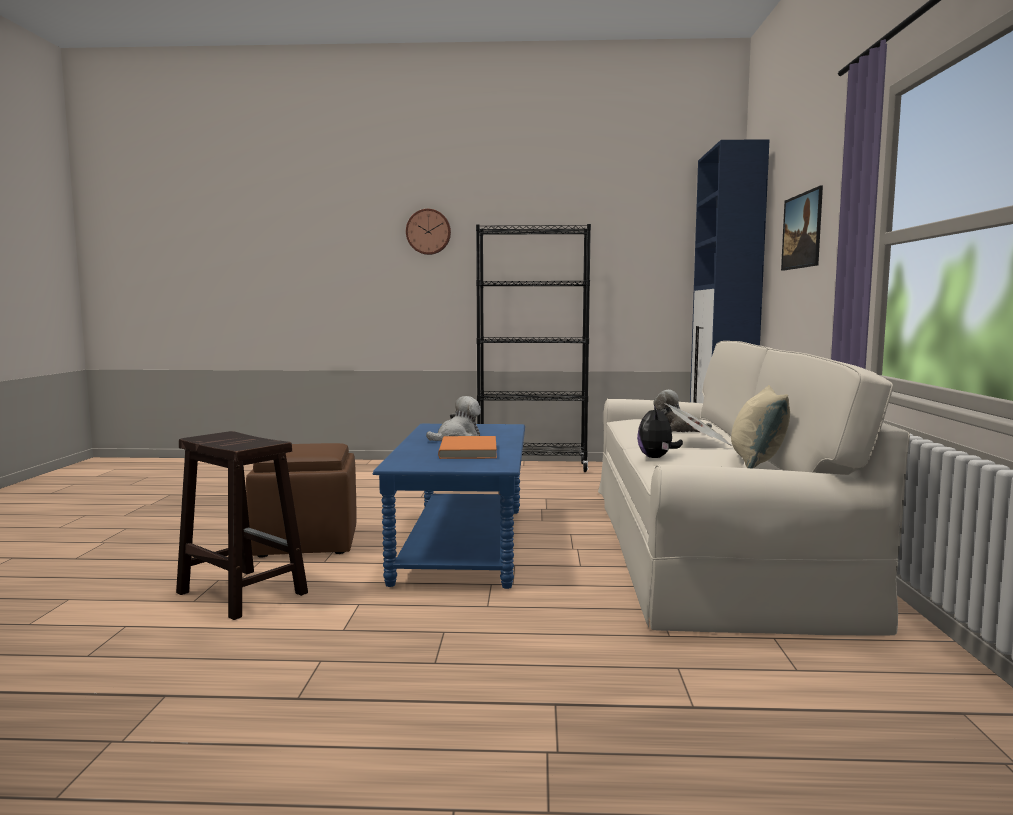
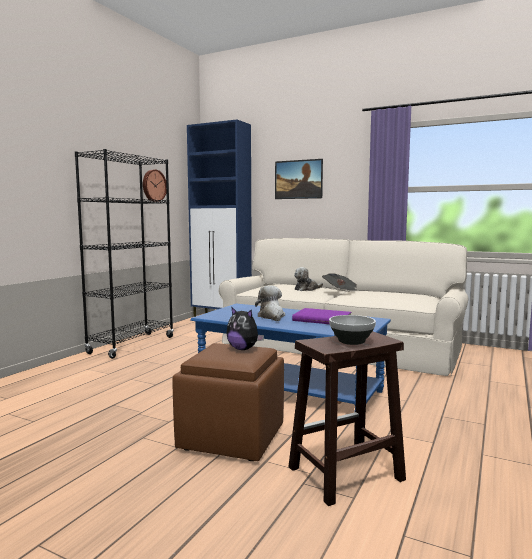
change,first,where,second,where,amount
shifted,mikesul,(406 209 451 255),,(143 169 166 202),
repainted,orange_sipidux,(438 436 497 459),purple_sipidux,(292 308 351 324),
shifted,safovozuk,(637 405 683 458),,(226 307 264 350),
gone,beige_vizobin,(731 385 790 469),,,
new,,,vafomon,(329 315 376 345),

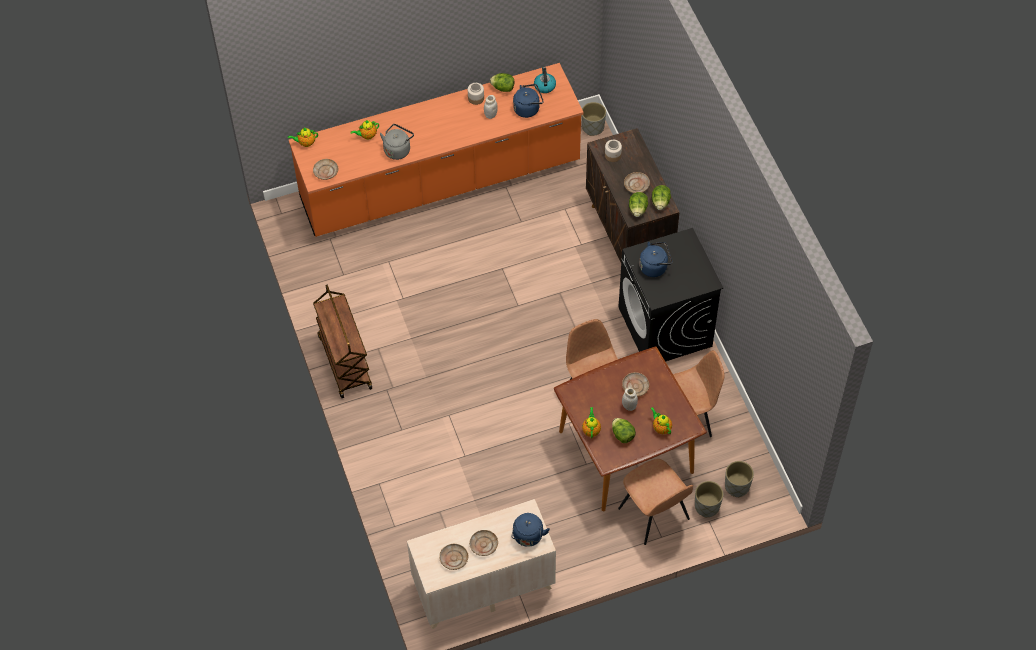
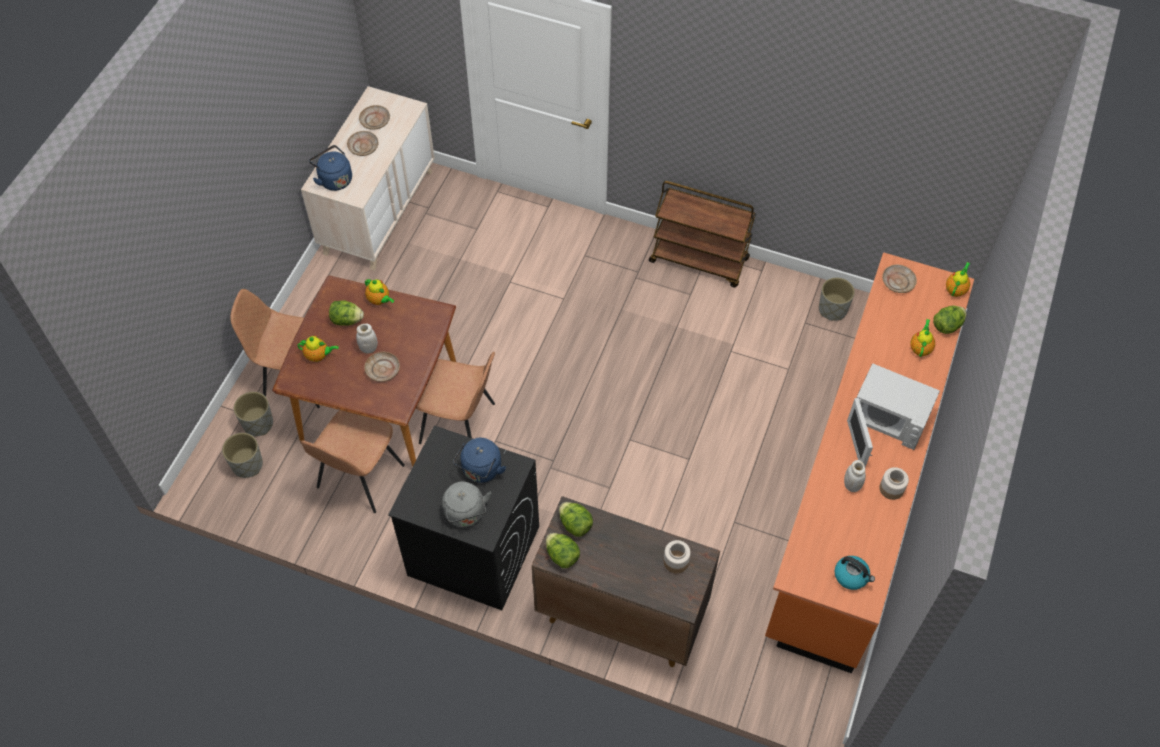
change,first,where,second,where,amount
shifted,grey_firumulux,(380 124 414 160),,(442 482 491 527),
shifted,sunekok,(490 73 514 92),,(933 306 967 334),
gone,blue_firumulux,(513 84 544 118),,,
shifted,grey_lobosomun,(581 102 606 136),,(819 278 855 321),
gone,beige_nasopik,(624 172 650 193),,,
new,,,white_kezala,(847 363 940 467),

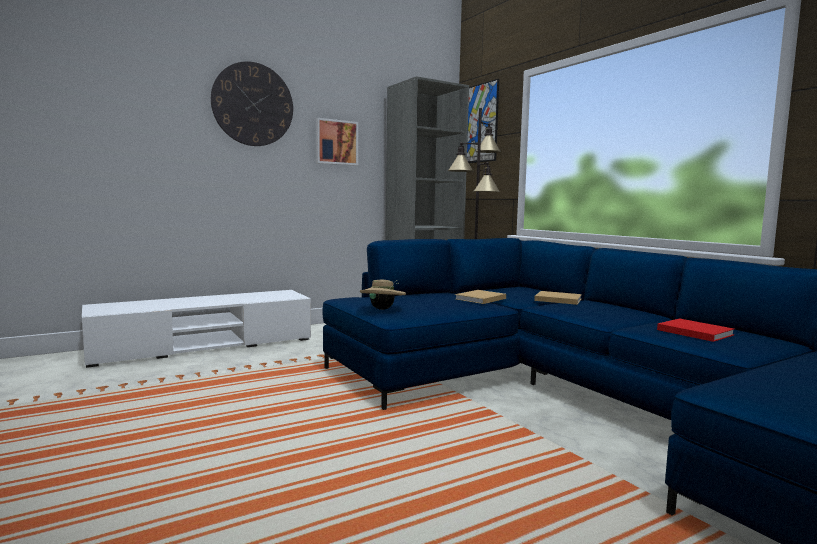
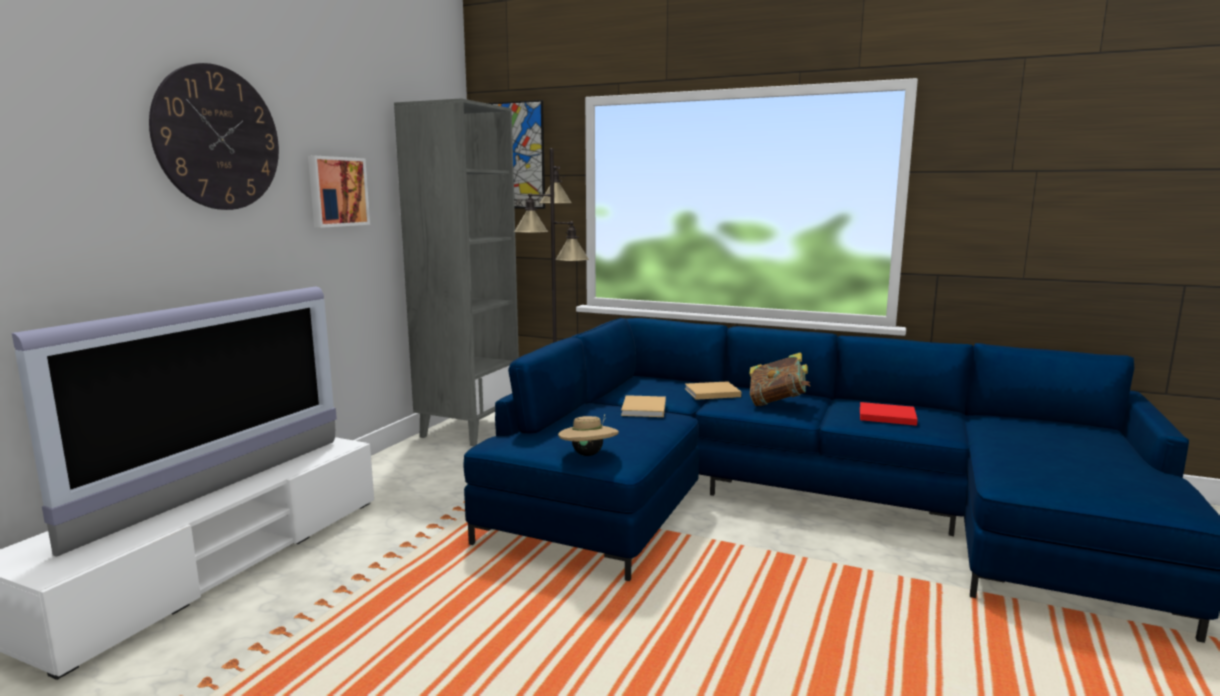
change,first,where,second,where,amount
new,,,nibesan,(12 286 337 557),
new,,,sipidux,(749 352 810 406),

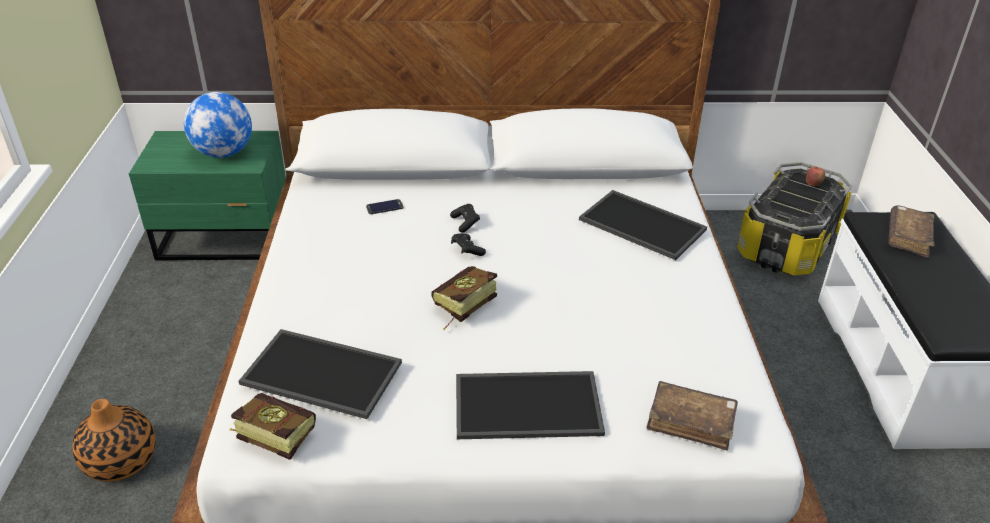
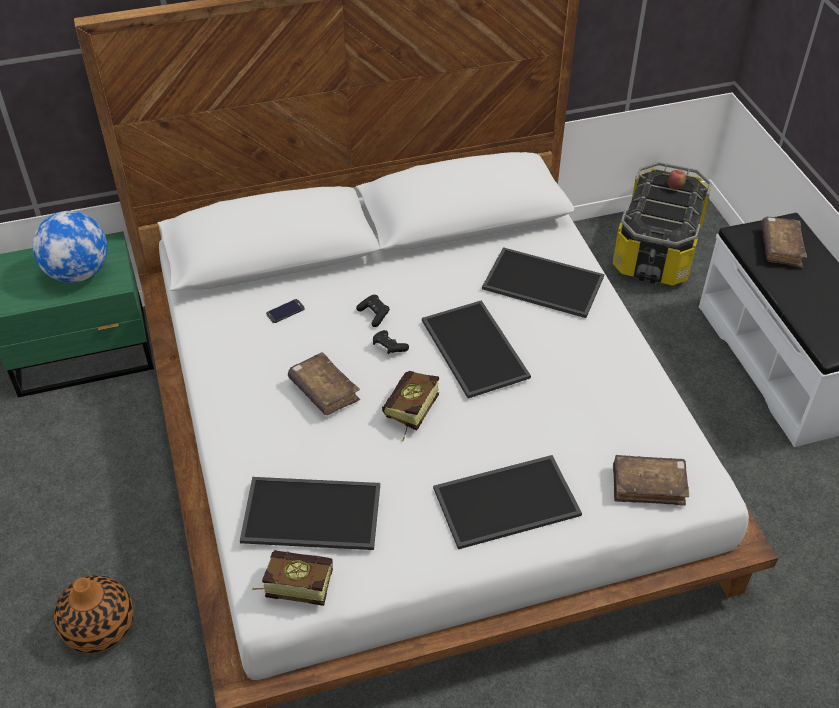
change,first,where,second,where,amount
new,,,brown_sipidux,(288 352 360 415),
new,,,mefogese,(422 300 531 398),

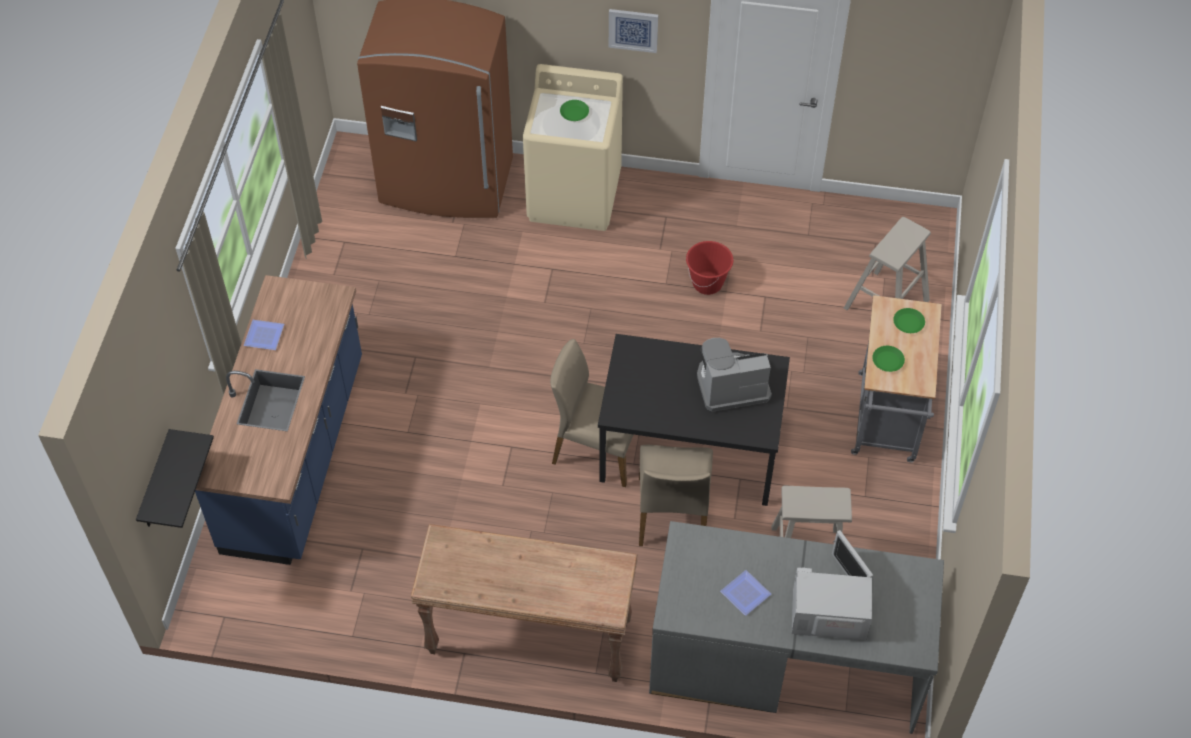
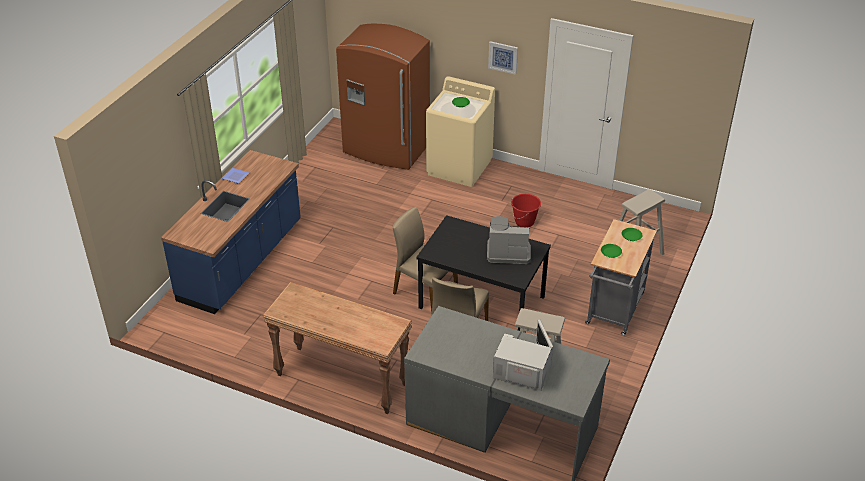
change,first,where,second,where,amount
gone,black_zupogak,(136 429 214 528),,,
gone,nasopik,(720 570 771 616),,,

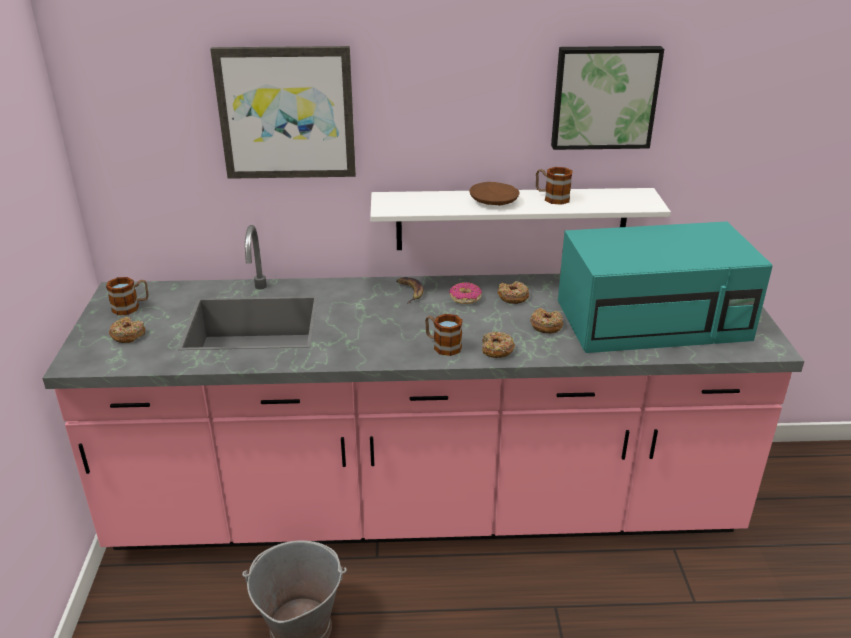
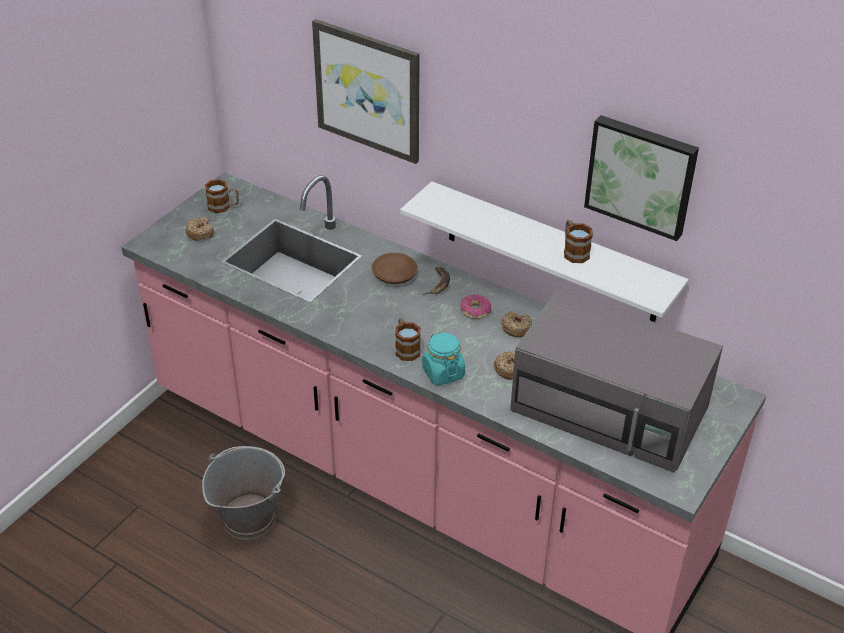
change,first,where,second,where,amount
shifted,brown_nasopik,(470 182 519 206),,(372 253 418 284),
swapped,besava,(482 332 515 358),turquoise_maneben,(422 332 465 385),
repainted,turquoise_kezala,(558 221 772 353),grey_kezala,(510 290 723 473),

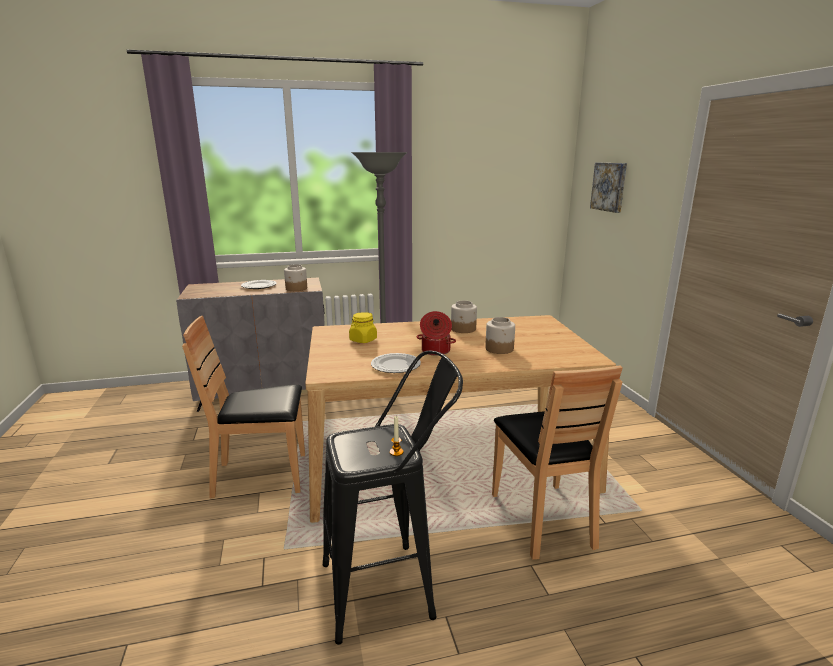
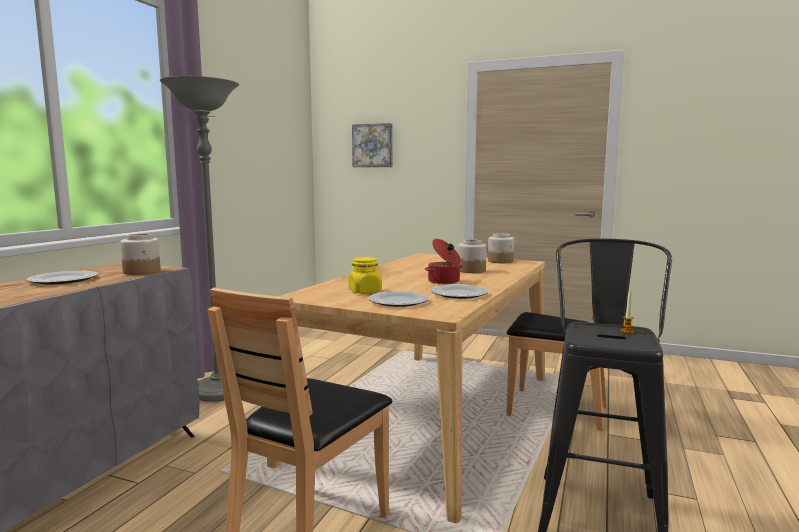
change,first,where,second,where,amount
shifted,maneben,(451 301 477 333),,(488 233 514 263),
new,,,nasopik,(368 291 429 307),

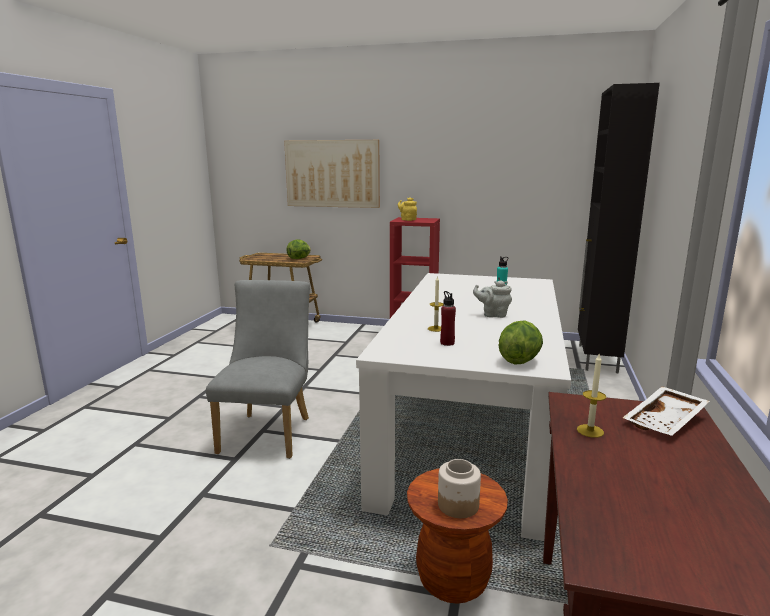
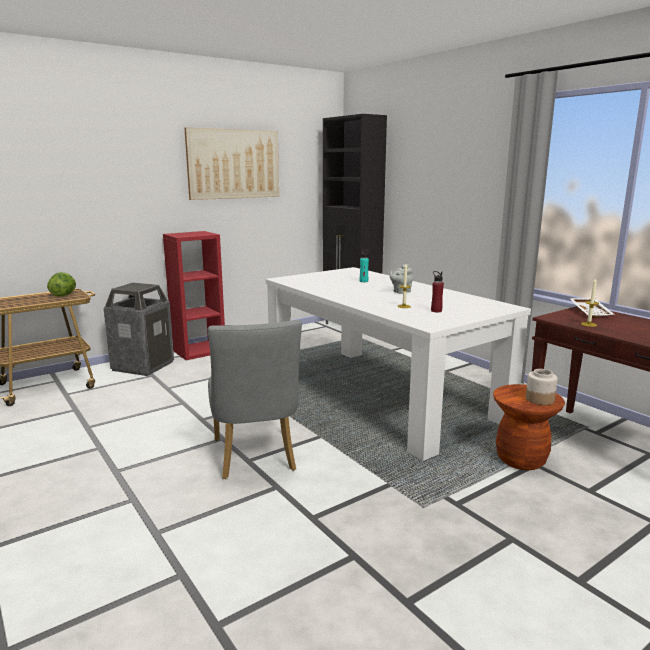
change,first,where,second,where,amount
rotated,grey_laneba,(206 280 310 459),,(207 320 302 479),150 degrees counterclockwise
shifted,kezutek,(284 140 380 208),,(184 127 279 200),
gone,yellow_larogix,(398 197 417 221),,,
gone,sunekok,(498 320 543 365),,,
new,,,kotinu,(104 283 174 376),

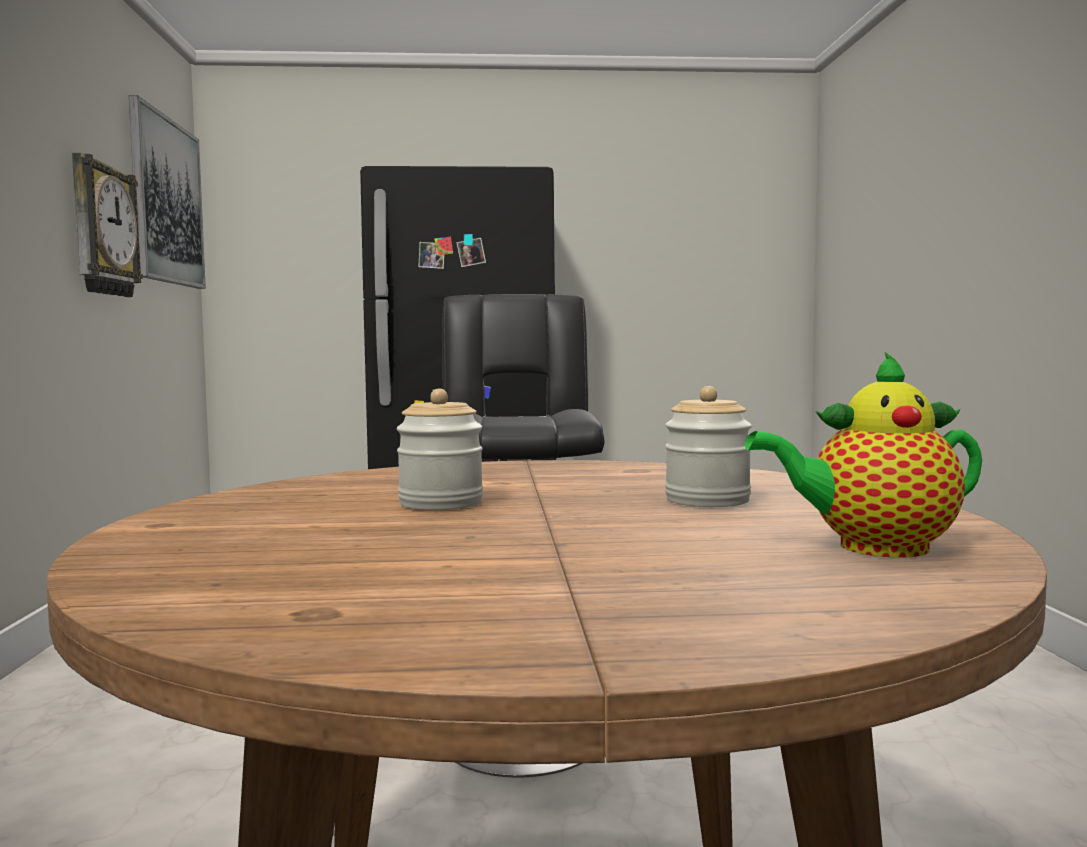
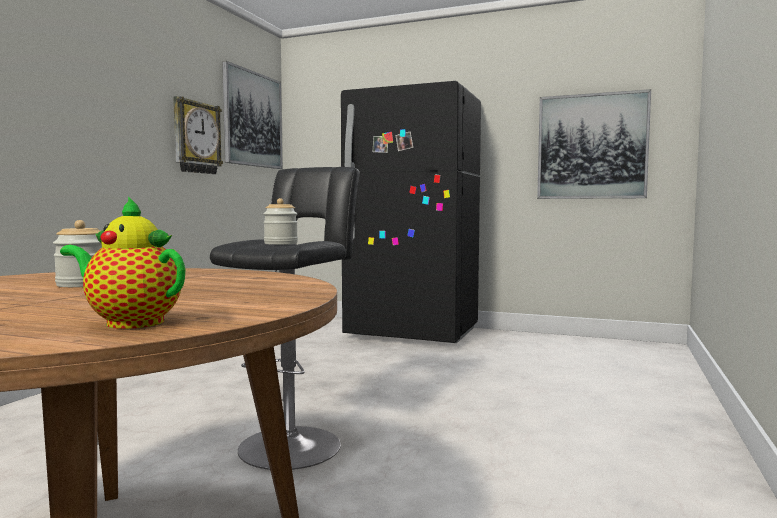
change,first,where,second,where,amount
shifted,maneben,(665 386 752 507),,(263 198 298 245),
new,,,kezutek,(537 89 651 199),

